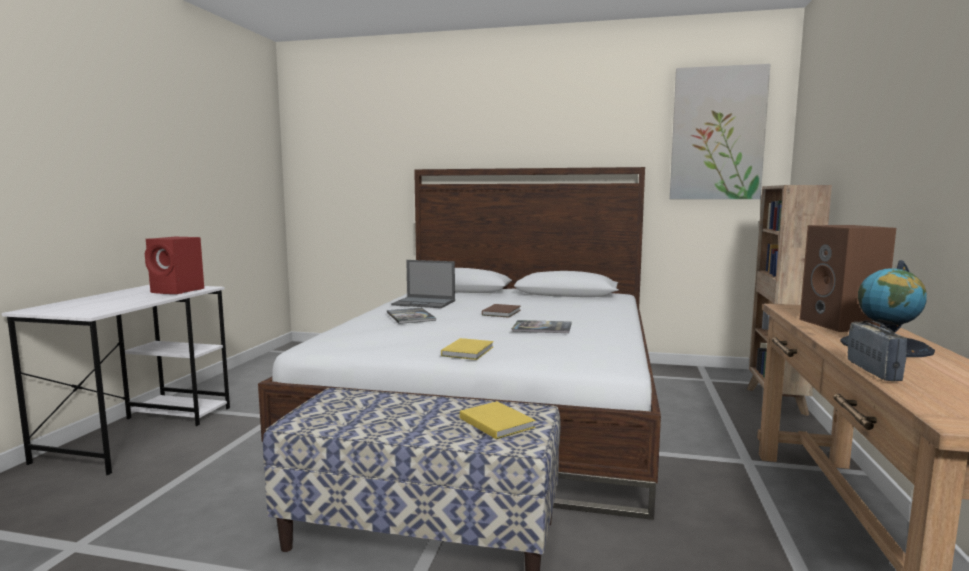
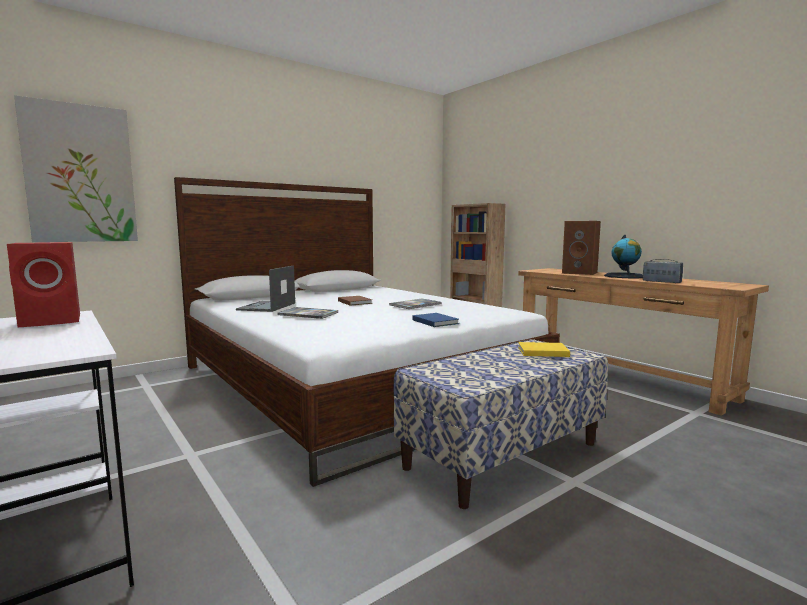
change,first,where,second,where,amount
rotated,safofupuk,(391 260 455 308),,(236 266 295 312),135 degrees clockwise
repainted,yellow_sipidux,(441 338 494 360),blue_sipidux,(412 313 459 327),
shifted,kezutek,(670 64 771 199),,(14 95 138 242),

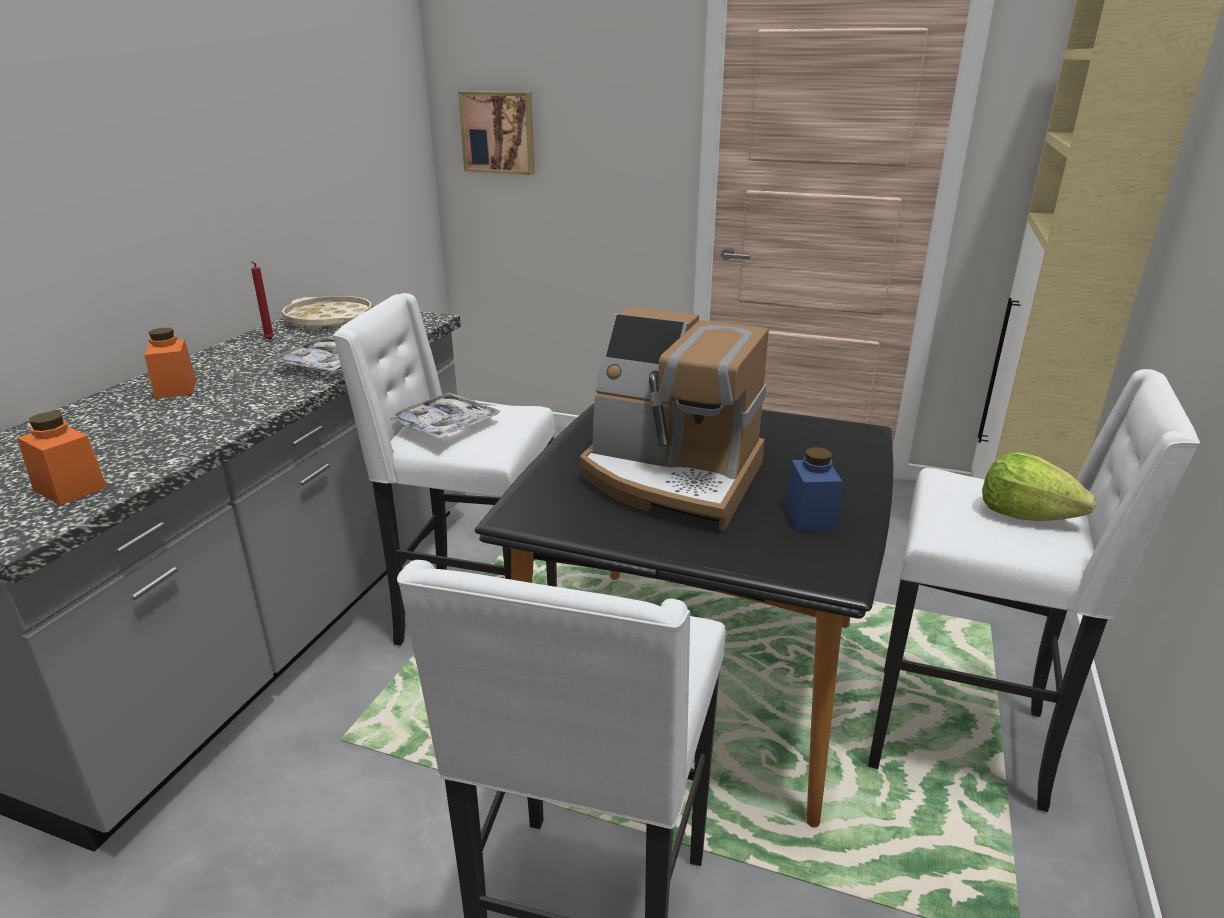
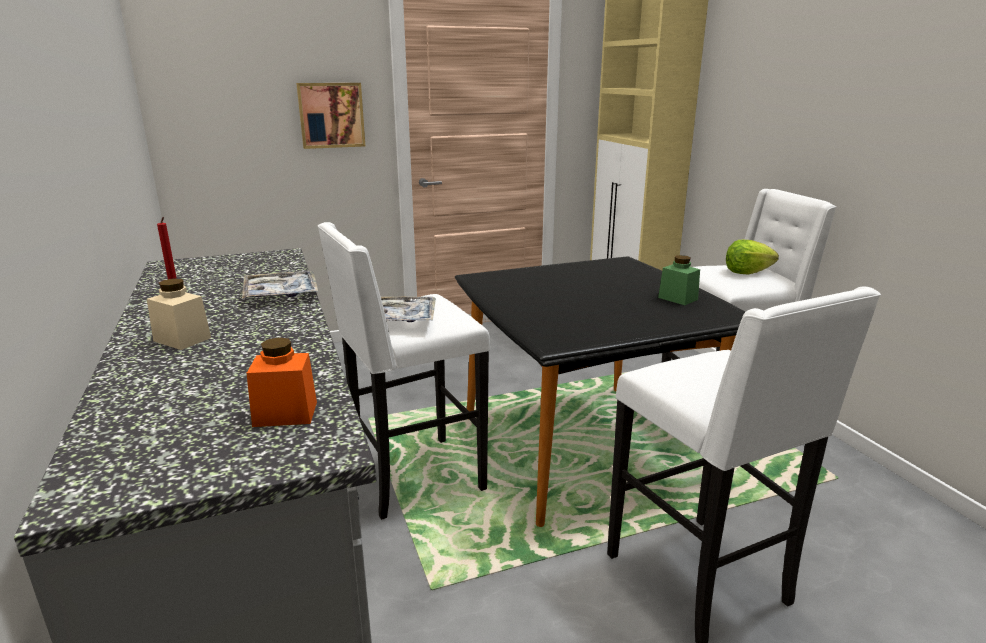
change,first,where,second,where,amount
repainted,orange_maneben,(144 328 196 399),beige_maneben,(147 278 211 350),
gone,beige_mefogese,(282 296 372 330),,,
shifted,kezutek,(458 91 535 175),,(296 83 365 149),
gone,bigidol,(580 307 769 531),,,
repainted,blue_maneben,(785 447 843 531),green_maneben,(658 255 700 305),

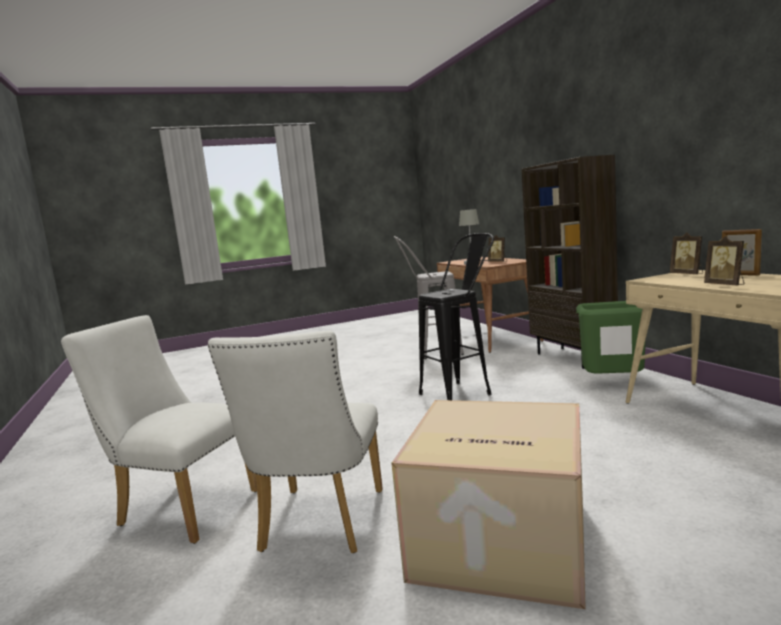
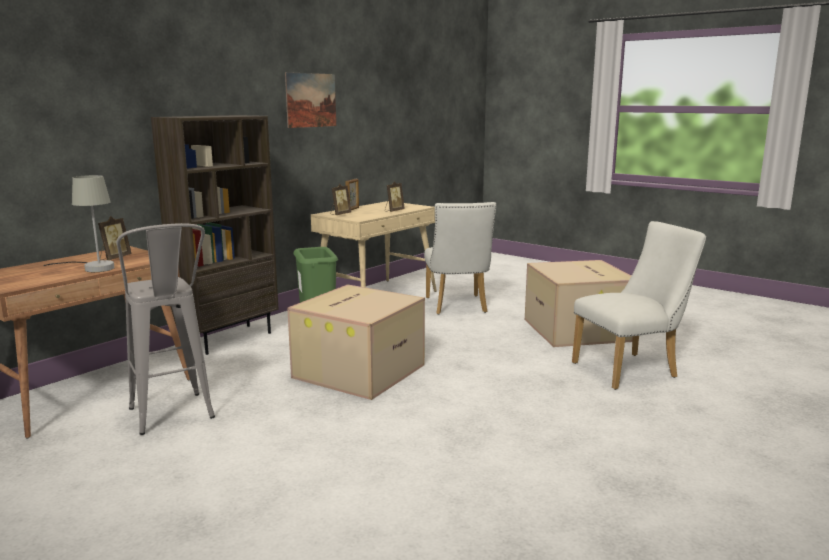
change,first,where,second,where,amount
shifted,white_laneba,(61 315 257 544),,(424 202 496 315),
swapped,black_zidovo,(418 233 494 400),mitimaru,(287 284 425 400),
new,,,kezutek,(285 72 336 128),

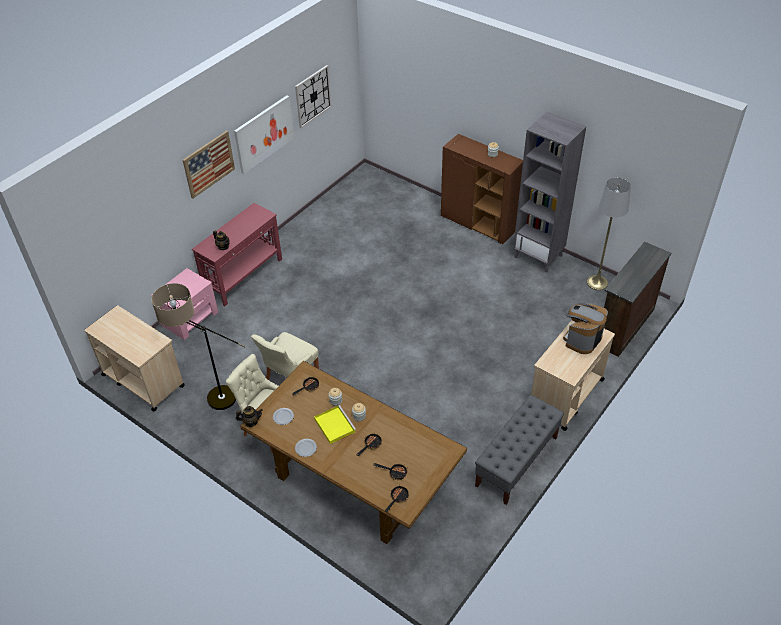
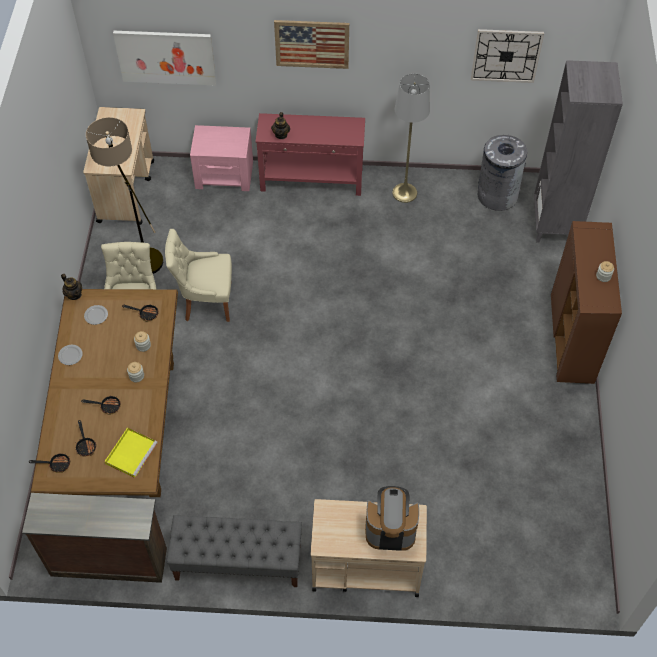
change,first,where,second,where,amount
shifted,kezutek,(234 95 294 174),,(113 31 216 85),
shifted,yellow_mefogese,(314 405 356 444),,(104 428 157 478),
shifted,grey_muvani,(513 112 586 273),,(534 60 623 242),
shifted,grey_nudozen,(587 178 631 290),,(392 74 430 203),
shifted,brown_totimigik,(604 242 671 357),,(22 493 167 583),
new,,,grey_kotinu,(478 135 527 211),

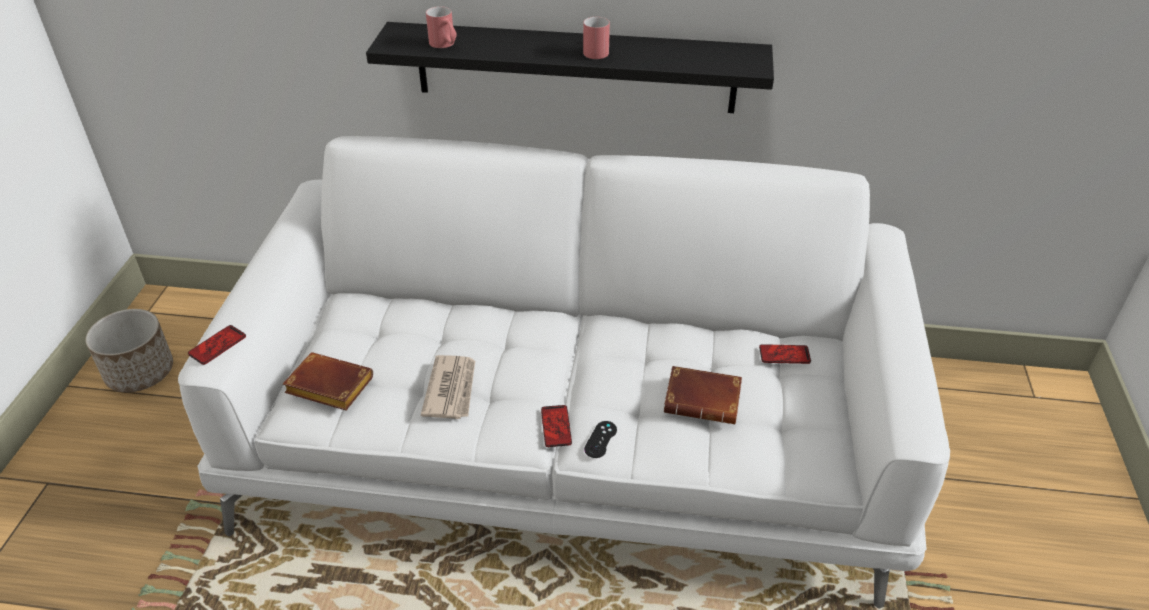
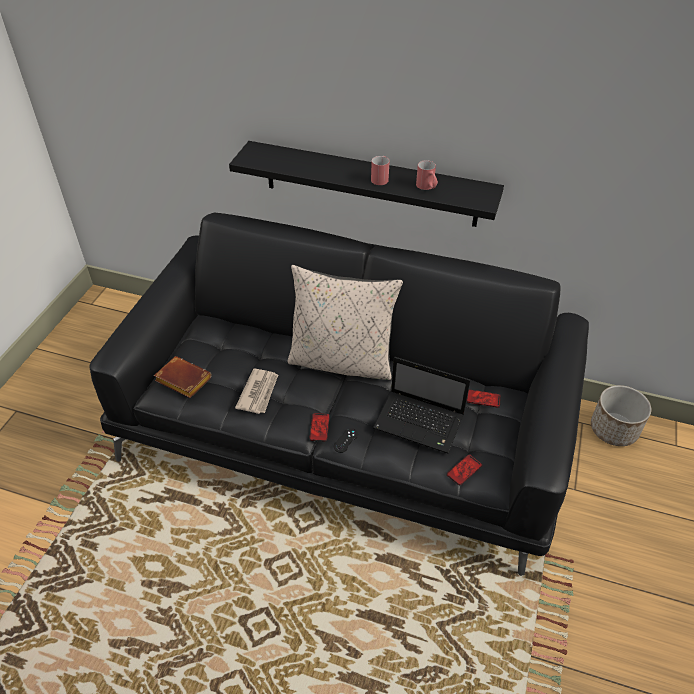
change,first,where,second,where,amount
shifted,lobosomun,(86 309 173 392),,(591 385 651 446),
repainted,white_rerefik,(178 136 950 609),black_rerefik,(89 213 589 576),
shifted,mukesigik,(188 325 246 365),,(447 454 482 485),
shifted,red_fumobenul,(426 6 457 48),,(416 160 438 190),
swapped,brown_sipidux,(664 366 742 424),safofupuk,(373 357 470 454),
new,,,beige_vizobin,(287 265 403 380),

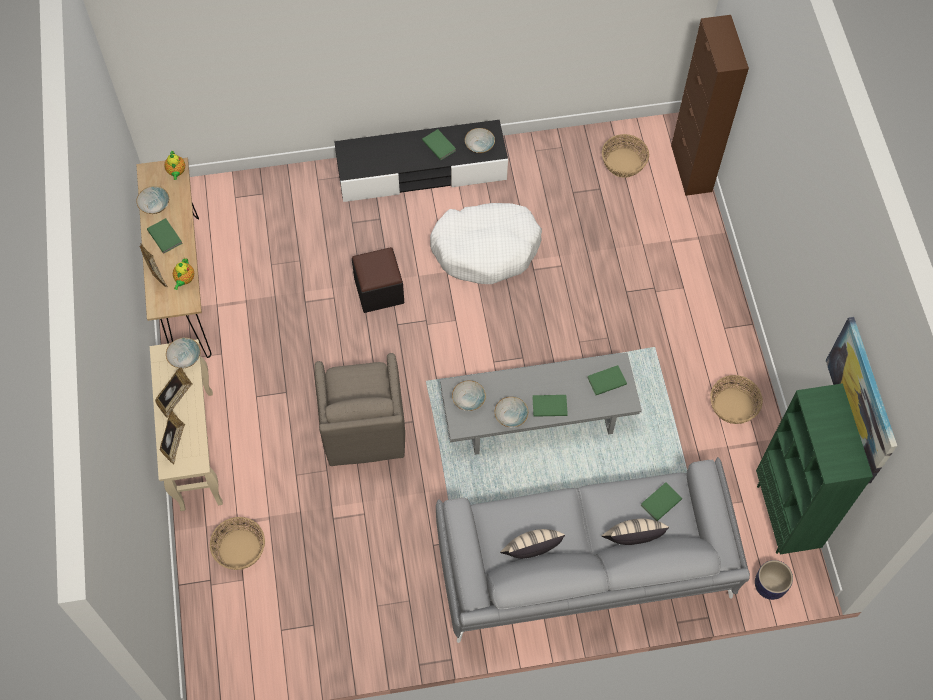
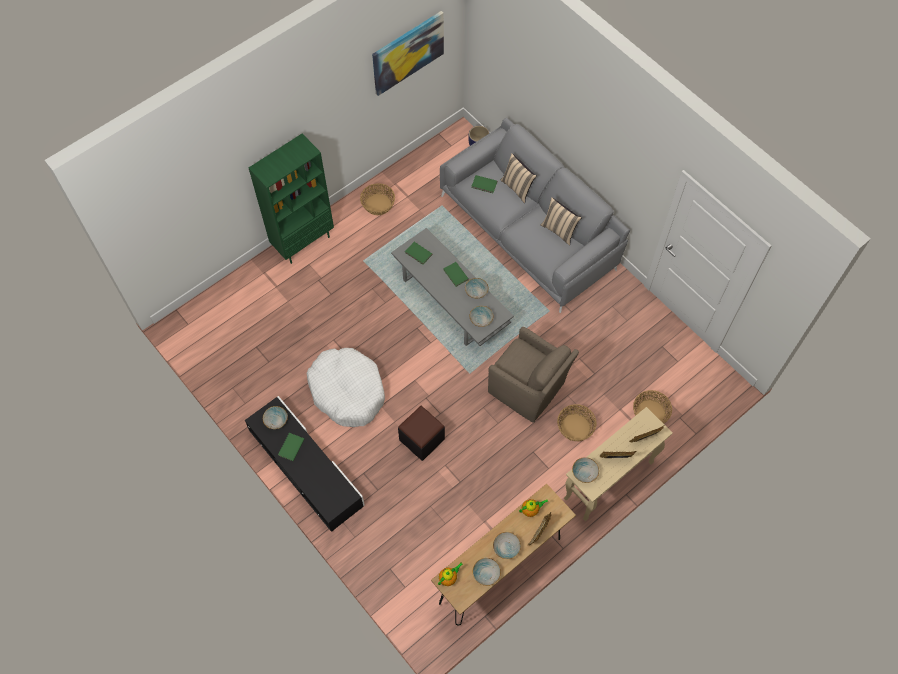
change,first,where,second,where,amount
swapped,green_sipidux,(147 218 183 254),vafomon,(493 532 521 559),
rotated,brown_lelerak,(314 353 405 466),,(488 327 579 423),75 degrees clockwise
shifted,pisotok,(602 134 649 178),,(557 404 597 441),
gone,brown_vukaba,(671 15 749 196),,,
shifted,green_muvani,(756 383 873 554),,(249 134 334 264),

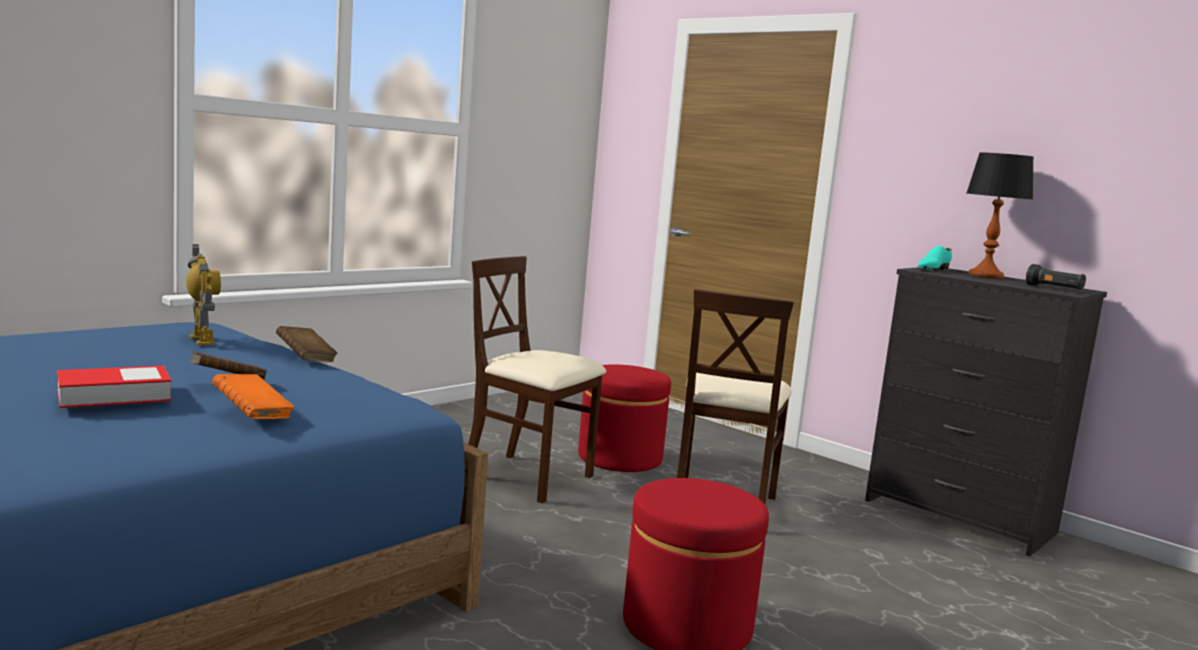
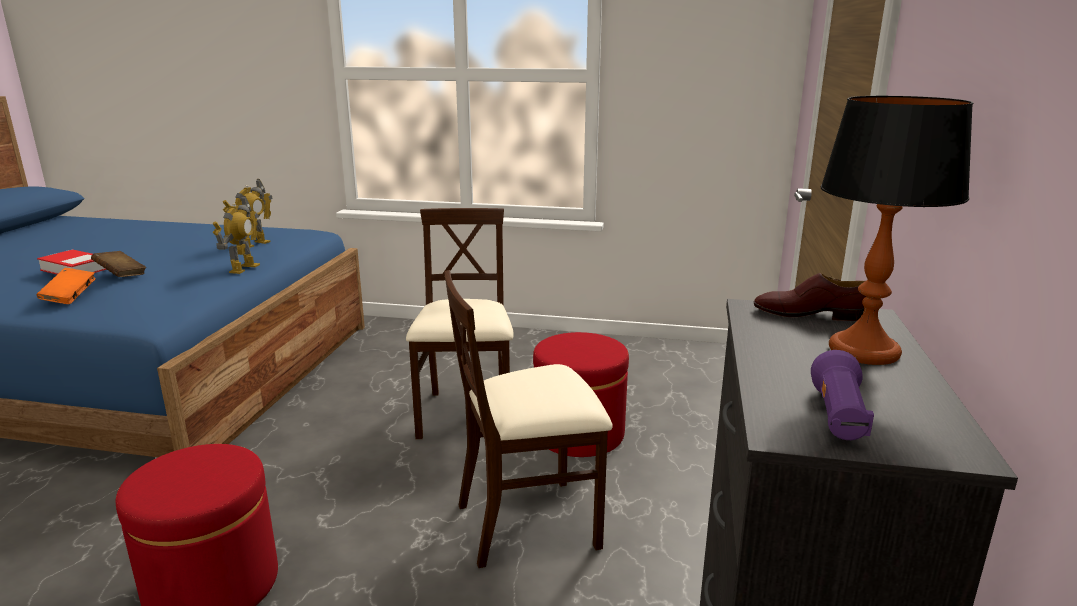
change,first,where,second,where,amount
swapped,brown_sipidux,(276 326 338 362),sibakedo,(213 196 260 274),
repainted,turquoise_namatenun,(918 246 952 271),brown_namatenun,(754 273 866 321),
repainted,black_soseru,(1026 264 1086 290),purple_soseru,(811 350 874 440),

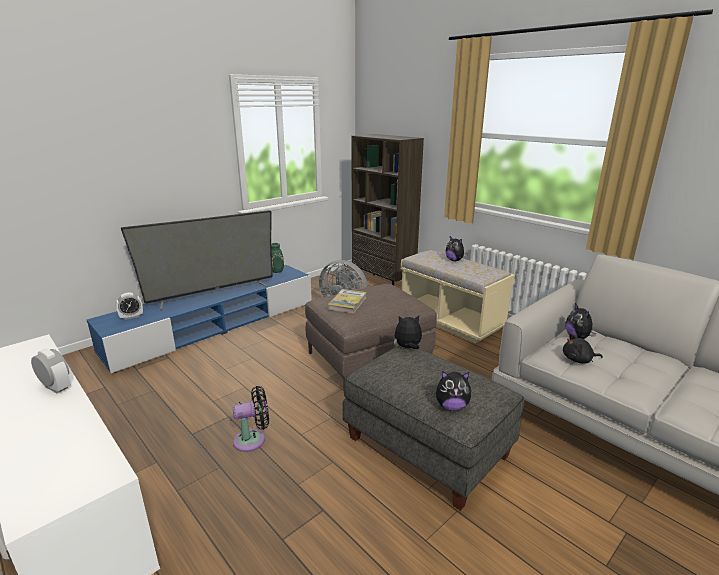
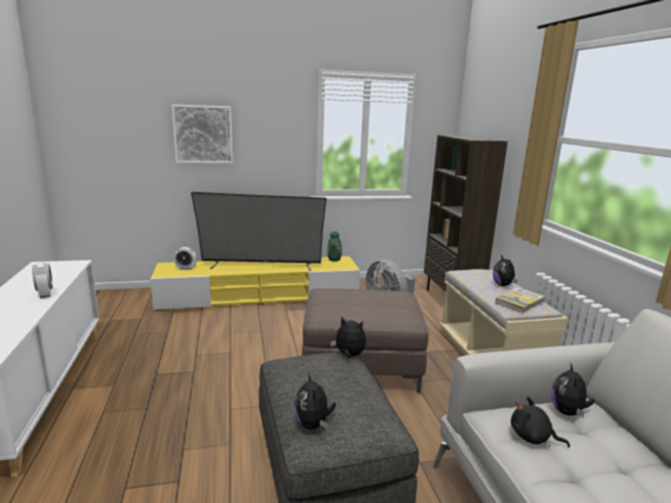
change,first,where,second,where,amount
repainted,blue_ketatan,(87 265 312 373),yellow_ketatan,(150 256 360 311),
gone,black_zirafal,(233 386 269 452),,,
shifted,sipidux,(328 289 366 313),,(495 287 546 313),
rotated,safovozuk,(436 371 472 411),,(294 372 336 429),45 degrees clockwise
new,,,kezutek,(172 104 233 164),

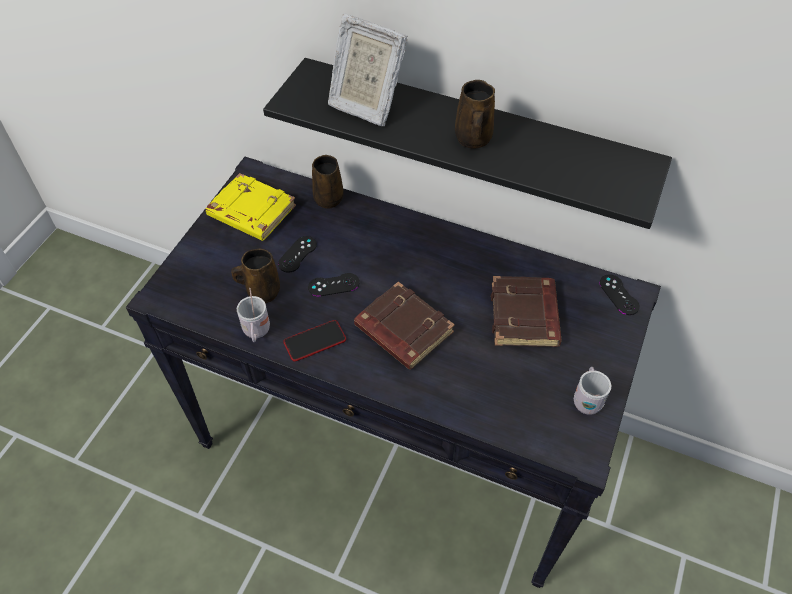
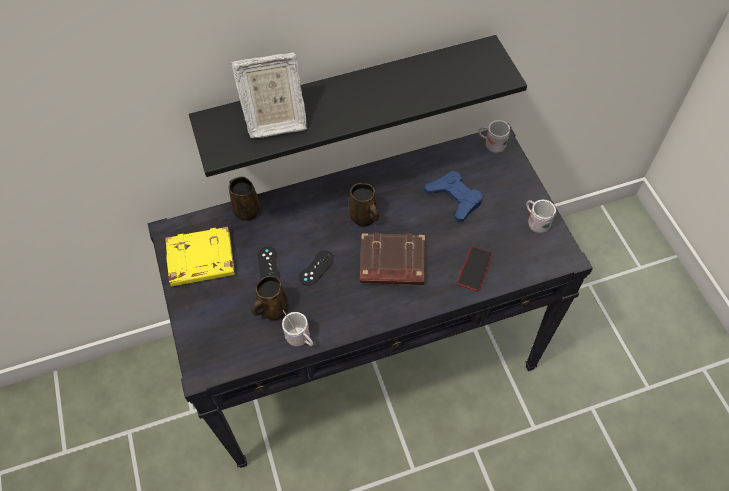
change,first,where,second,where,amount
shifted,mukesigik,(284 320 346 361),,(457 246 493 291),
shifted,brown_fumobenul,(455 80 495 148),,(349 183 379 227),
swapped,brown_sipidux,(491 276 562 347),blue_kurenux,(424 171 483 222),
swapped,black_kurenux,(600 274 640 315),white_fumobenul,(478 120 513 153),

